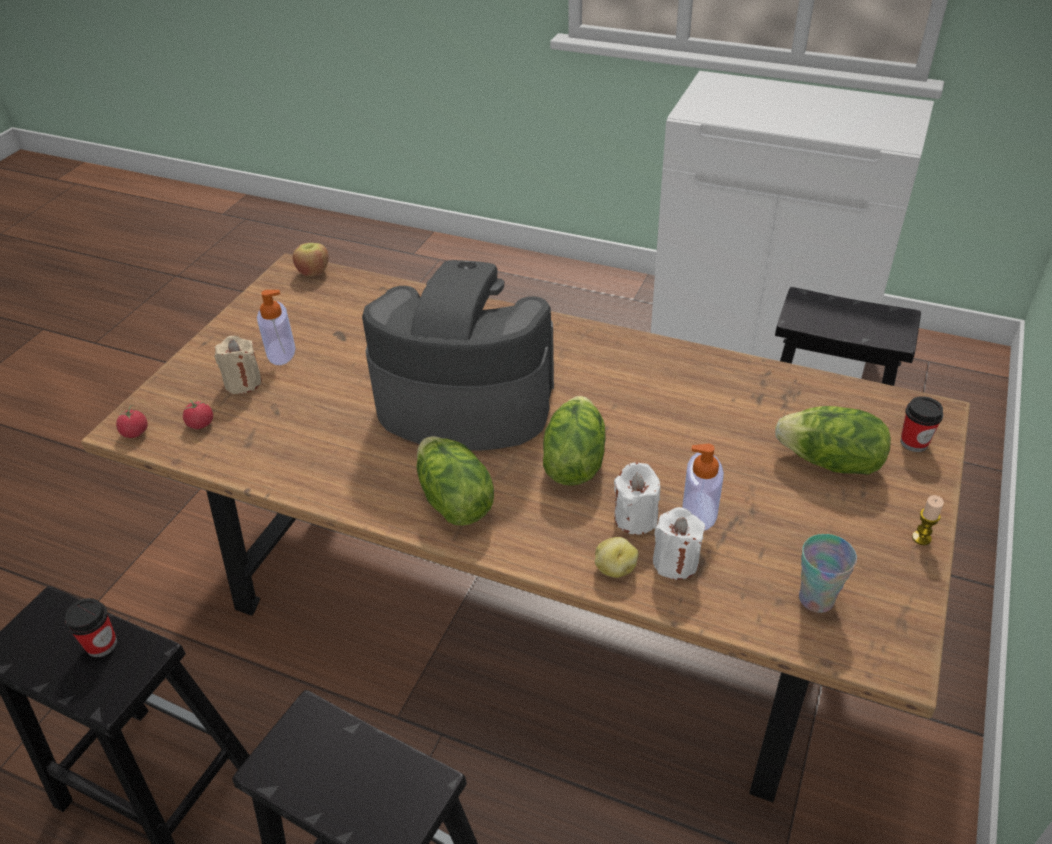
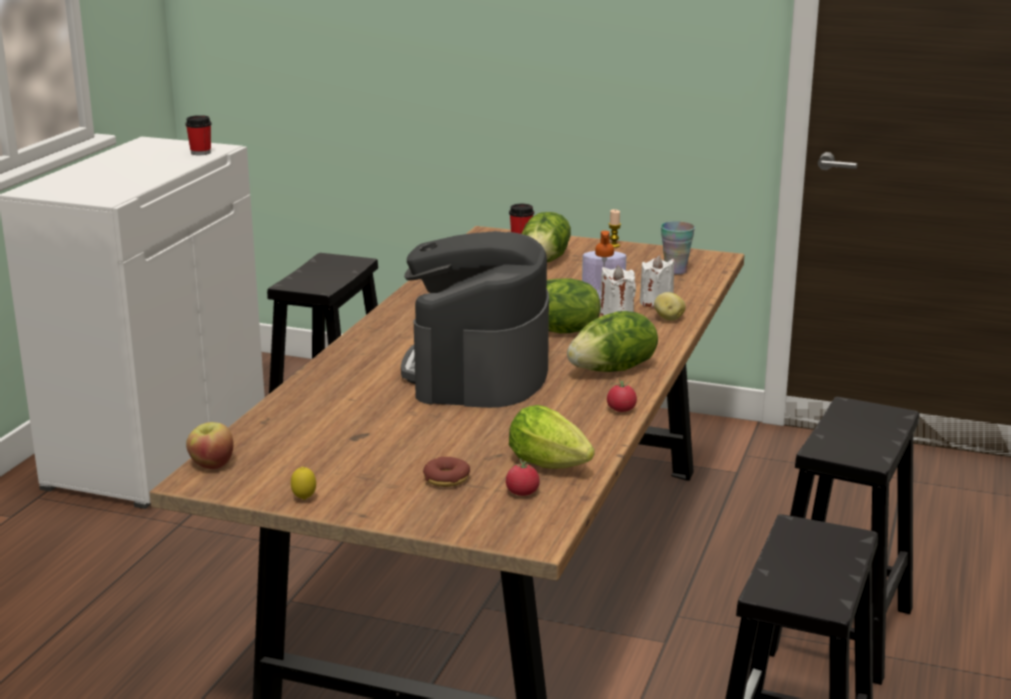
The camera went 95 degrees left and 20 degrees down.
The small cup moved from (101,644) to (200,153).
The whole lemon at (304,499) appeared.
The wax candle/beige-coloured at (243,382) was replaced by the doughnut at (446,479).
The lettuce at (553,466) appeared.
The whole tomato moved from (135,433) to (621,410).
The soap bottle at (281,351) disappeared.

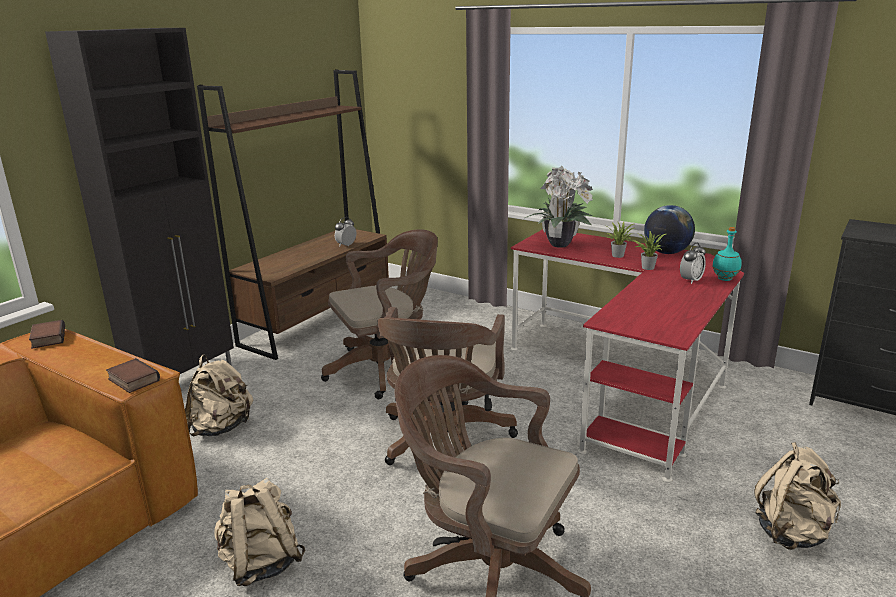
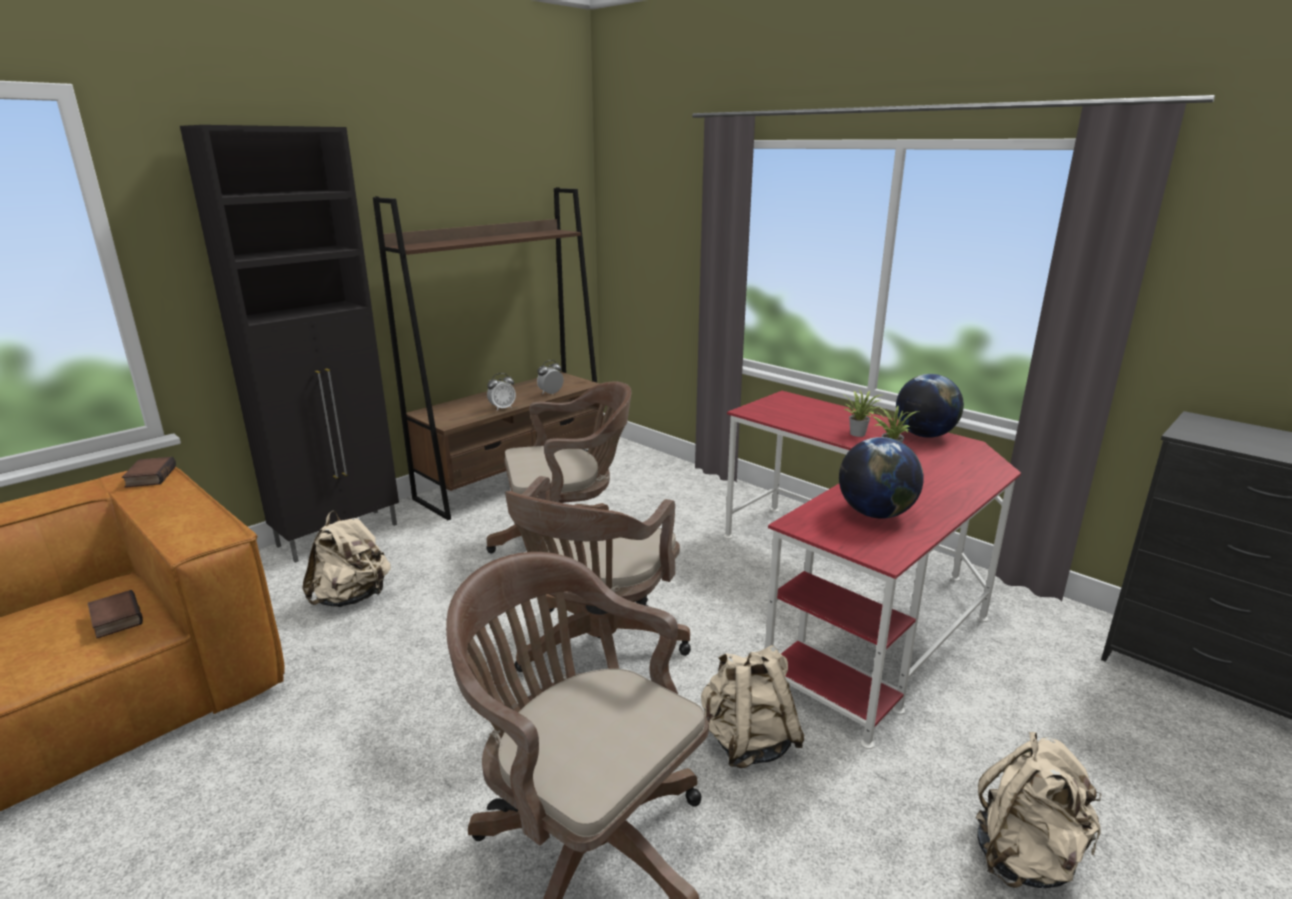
The camera went 10 degrees right and 0 degrees up.
The bound book moved from (132,380) to (114,619).
The table clock moved from (691,280) to (502,408).
The knapsack/beige-coloured moved from (261,563) to (748,742).
The desk globe at (875,514) appeared.
The plant in a pot at (559,244) disappeared.
The drink bottle/turquoise at (724,279) disappeared.

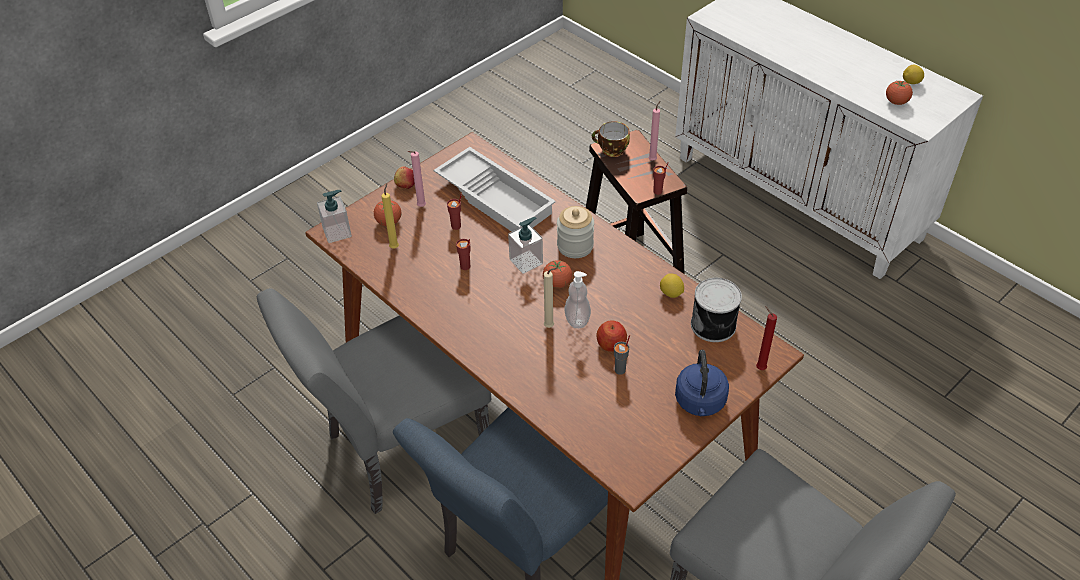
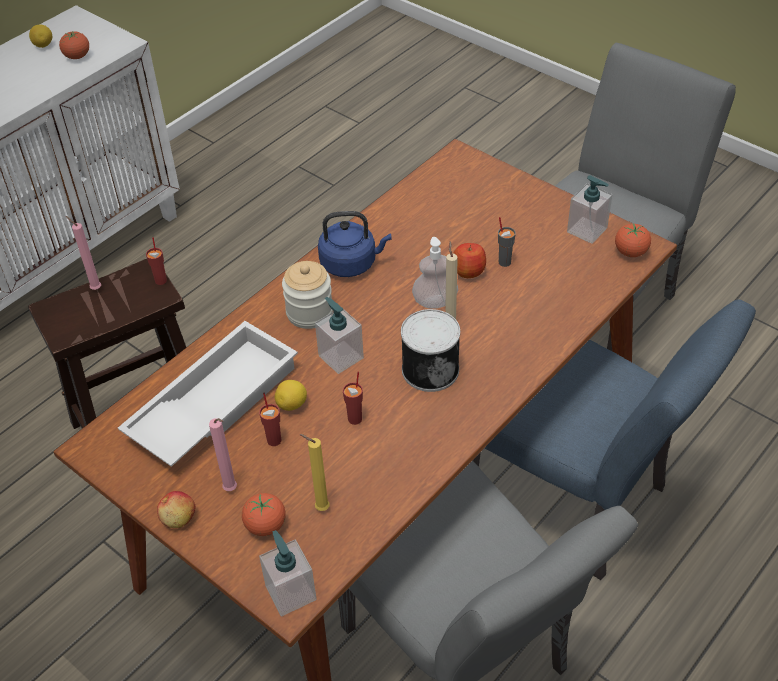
The camera went 95 degrees left and 0 degrees up.
The whole lemon moved from (671,293) to (292,405).
The water kettle/bluish moved from (700,403) to (351,263).
The can moved from (714,325) to (430,368).
The soap bottle at (587,230) appeared.
The whole tomato moved from (557,283) to (630,252).
The small cup at (611,150) disappeared.
The wax candle/reddish at (759,367) disappeared.

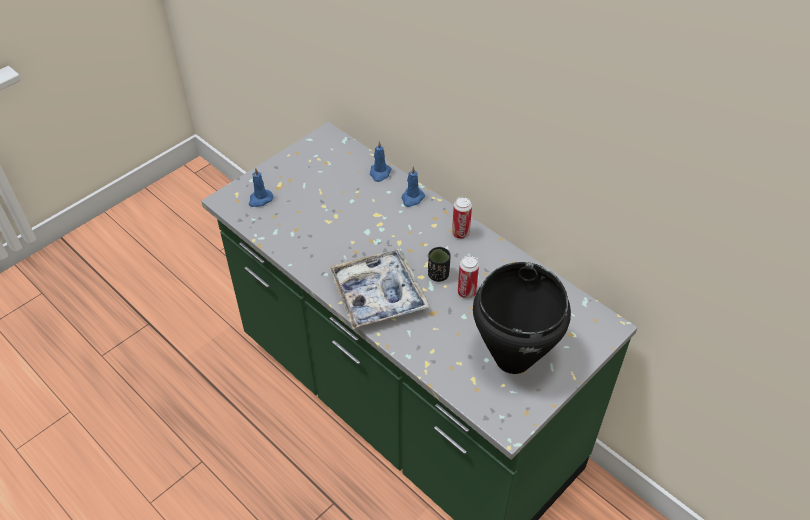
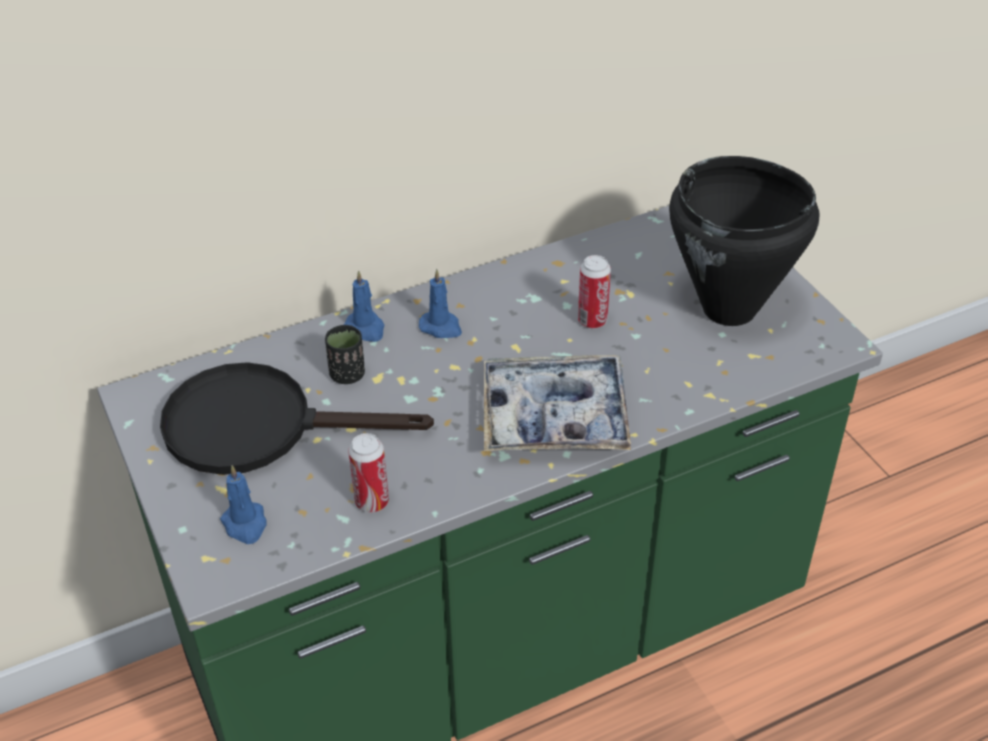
The camera went 70 degrees left and 5 degrees down.
The frying pan/blackish at (260,426) appeared.
The small cup/blackish moved from (438,275) to (347,375).
The can moved from (460,233) to (372,502).
The wax candle/bluish moved from (379,173) to (441,327).

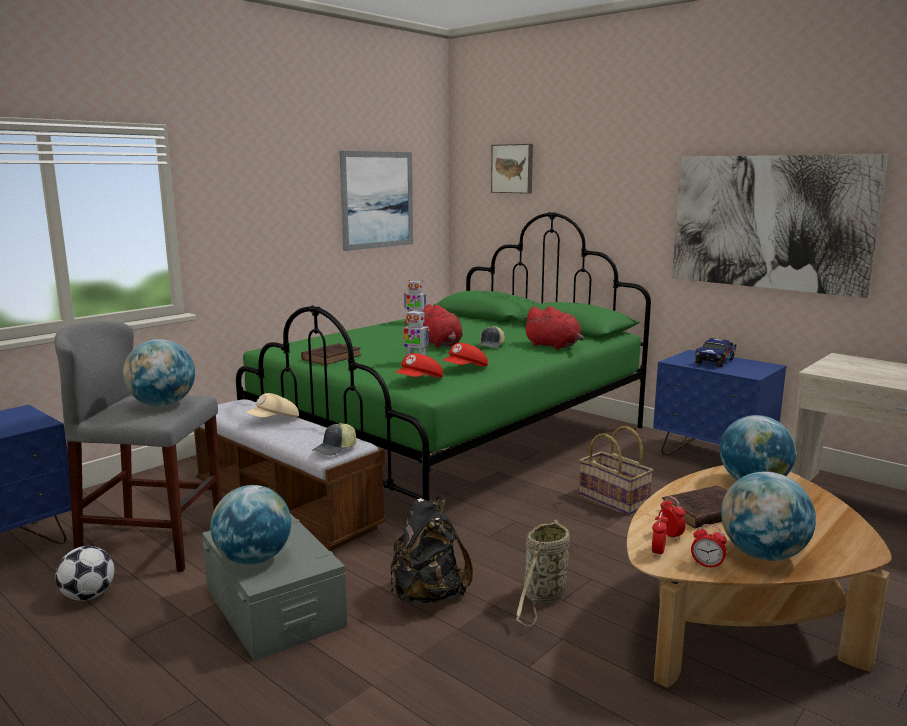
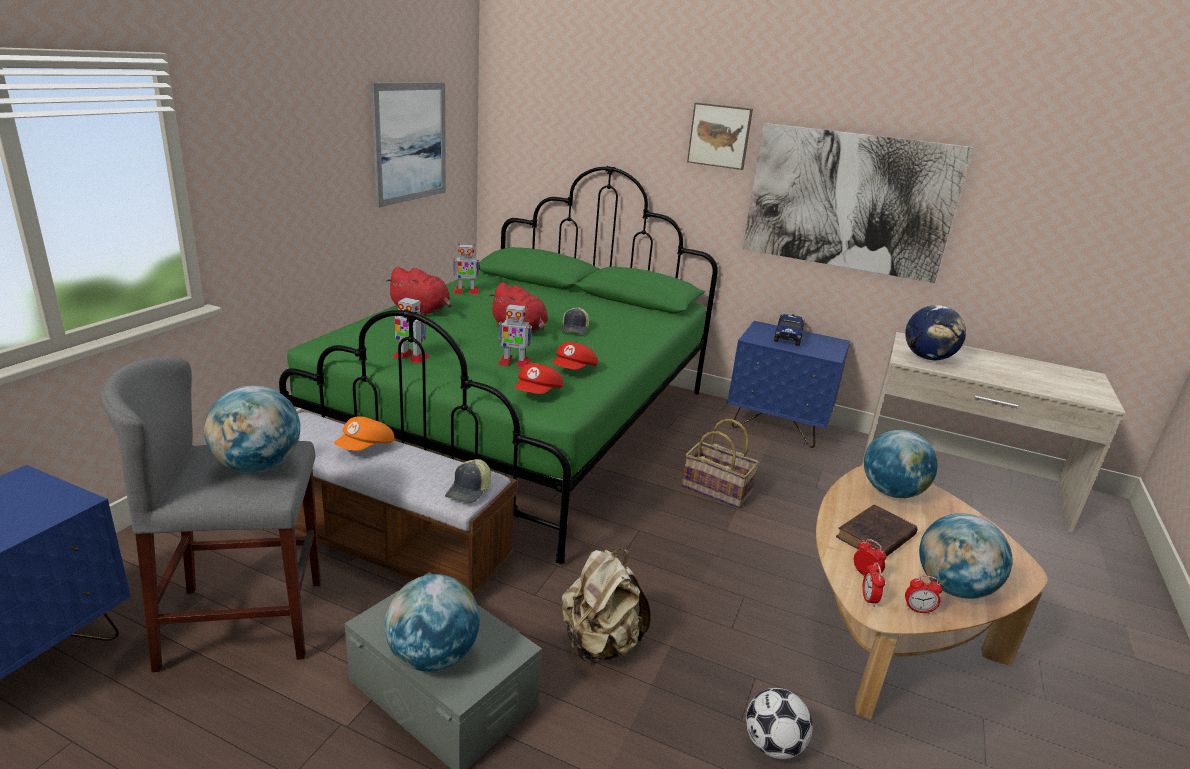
The camera went 20 degrees left and 10 degrees up.
The baseball cap/beige-coloured at (274,420) became the baseball cap/orange at (366,448).
The cuddly toy/reddish moved from (554,346) to (421,310).
The bound book/brownish at (332,357) was replaced by the toy robot at (410,357).
The knapsack/blackish at (428,594) became the knapsack/beige-coloured at (600,644).
The wall art moved from (513,168) to (720,136).
The football moved from (88,596) to (773,745).
The desk globe at (928,358) appeared.
The storage basket at (543,597) disappeared.

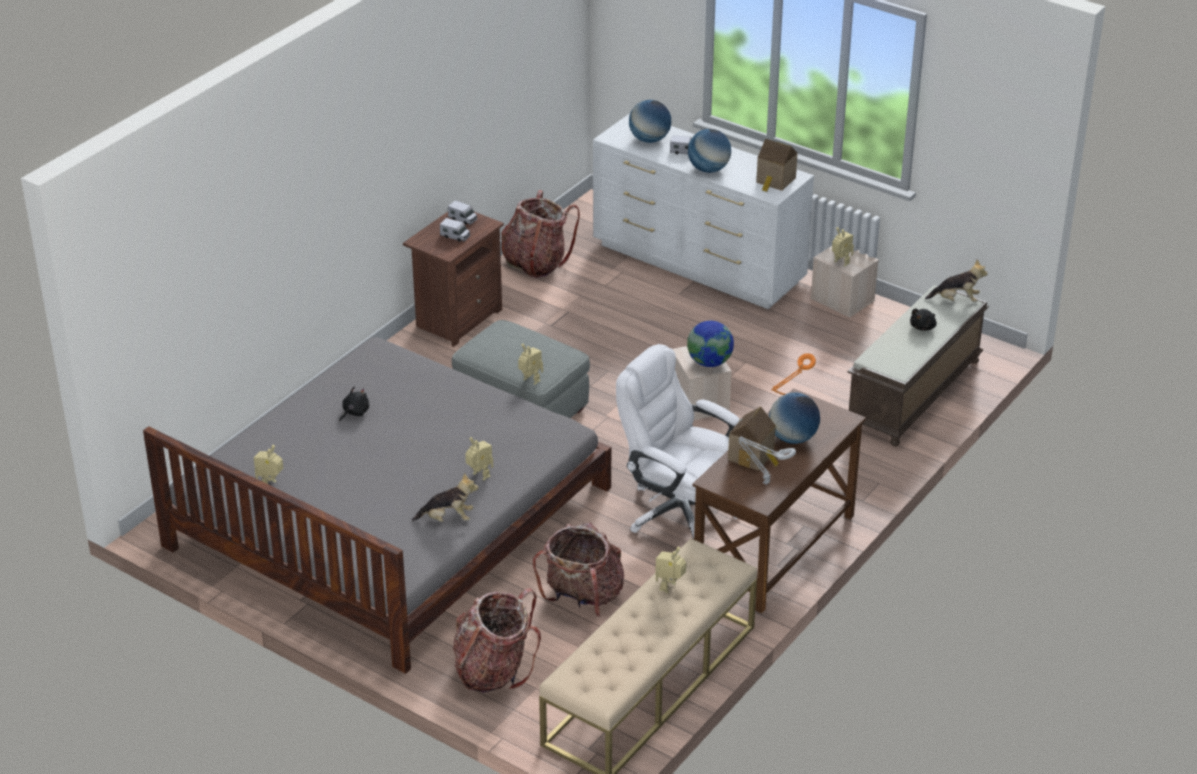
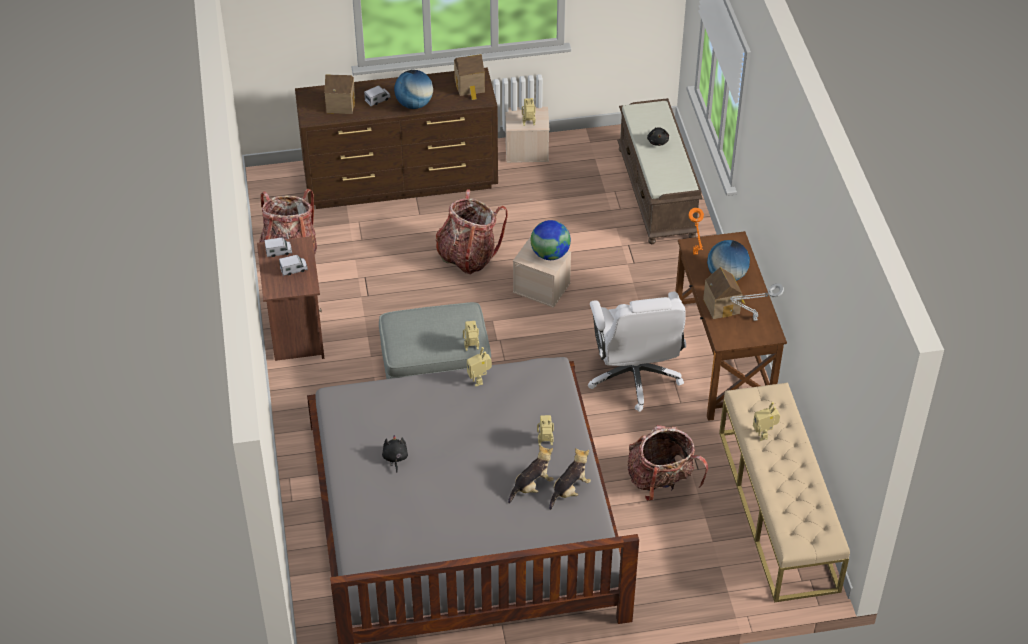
The camera went 45 degrees left and 10 degrees up.
The drawer chest/whitish at (699,264) became the drawer chest/brownish at (402,182).
The desk globe at (649,139) was replaced by the miniature house at (340,104).
The knapsack moved from (494,670) to (468,256).
The toy robot moved from (271,485) to (479,380).
The cuddly toy moved from (956,300) to (532,486).
The computer chair/whitish at (679,511) turned 90 degrees counterclockwise.

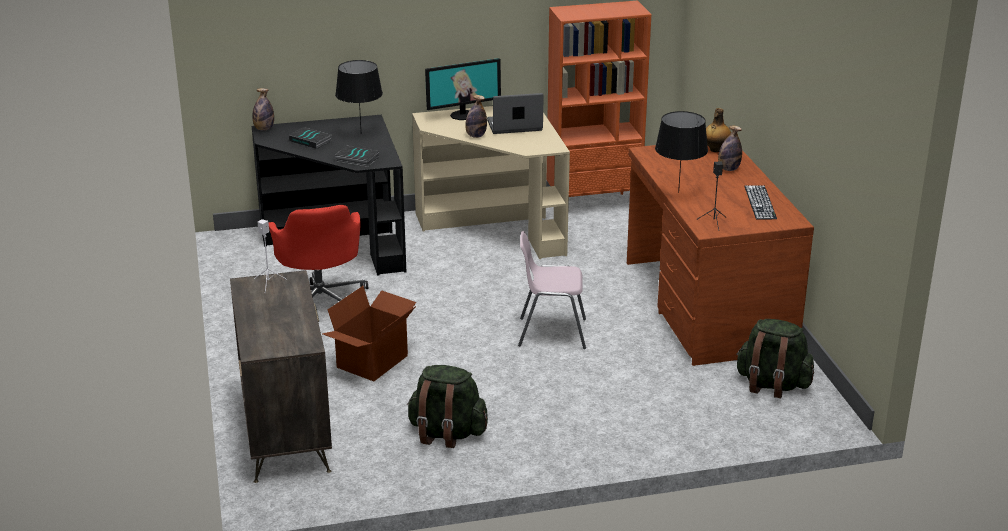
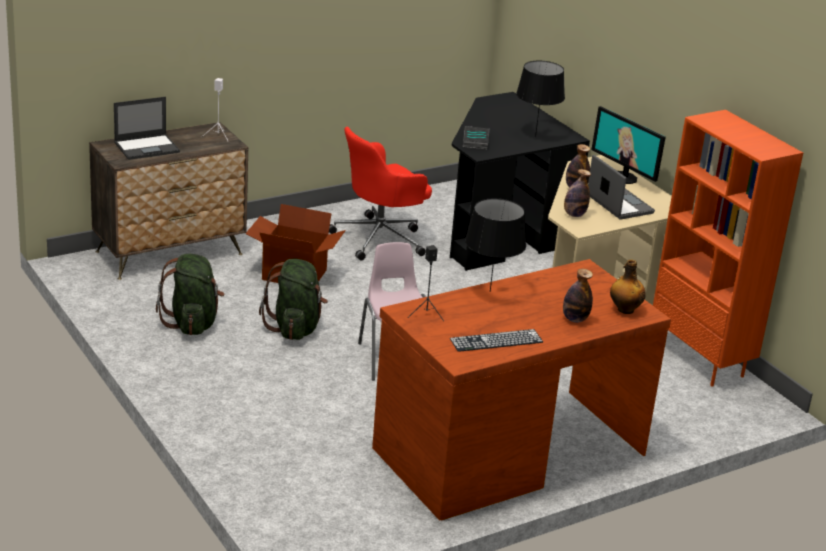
The camera went 70 degrees right and 0 degrees up.
The portable computer at (147,147) appeared.
The knapsack/green moved from (772,385) to (295,328).
The drink bottle moved from (264,129) to (574,215).
The bound book at (311,141) disappeared.

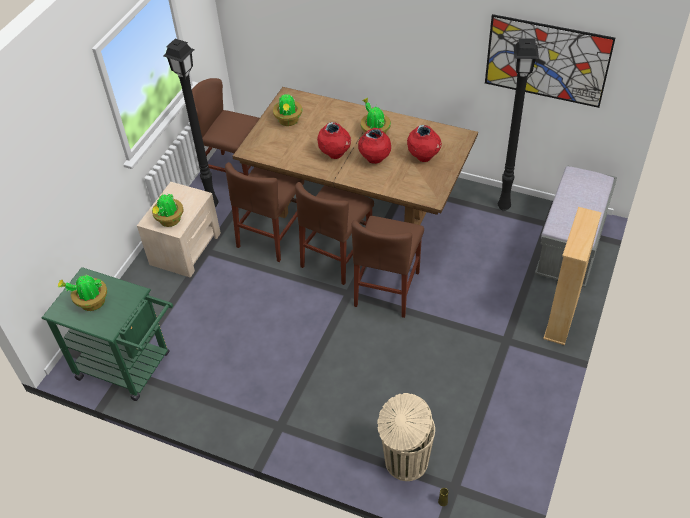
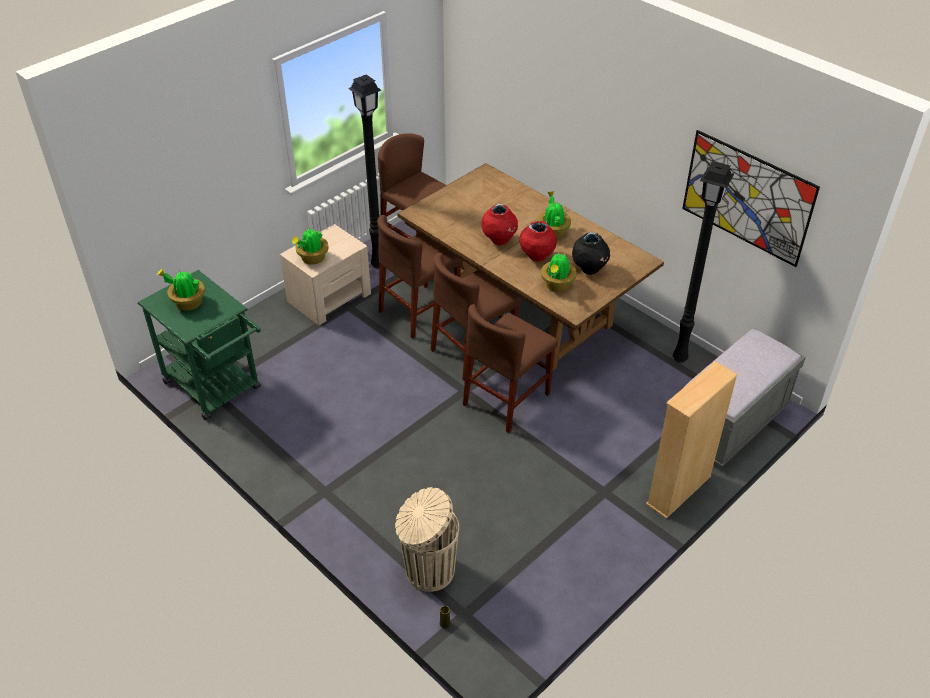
The camera went 20 degrees right and 5 degrees down.
The plant in a pot moved from (288,121) to (557,286).
The flower vase/reddish at (423,157) became the flower vase/blackish at (589,269).

